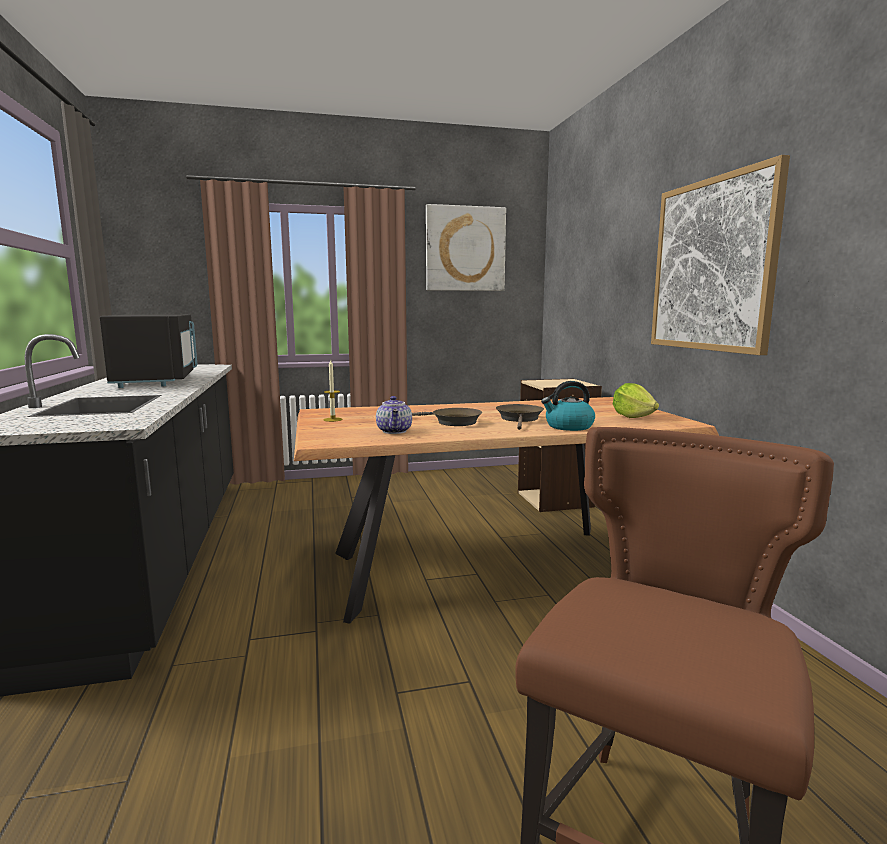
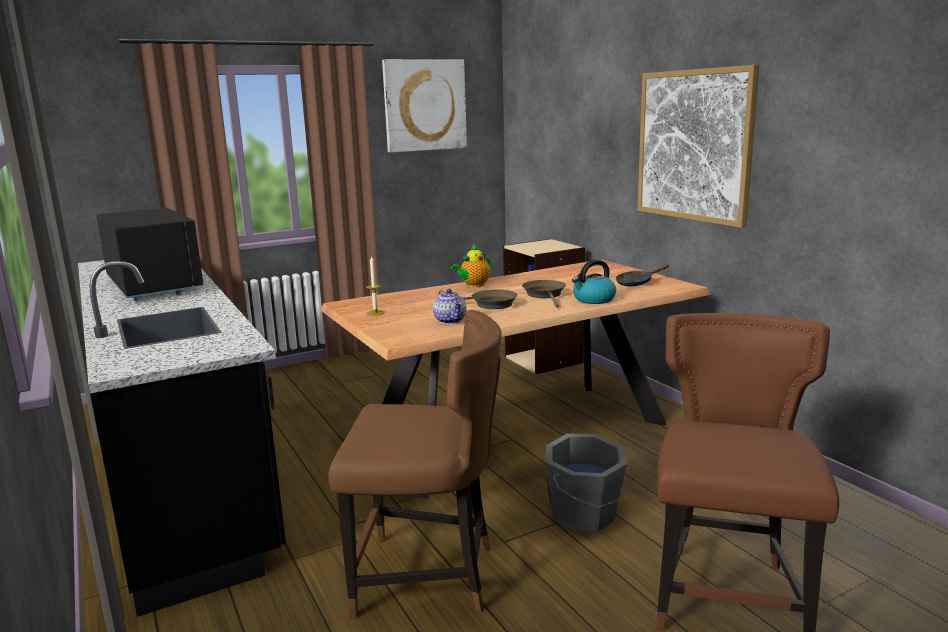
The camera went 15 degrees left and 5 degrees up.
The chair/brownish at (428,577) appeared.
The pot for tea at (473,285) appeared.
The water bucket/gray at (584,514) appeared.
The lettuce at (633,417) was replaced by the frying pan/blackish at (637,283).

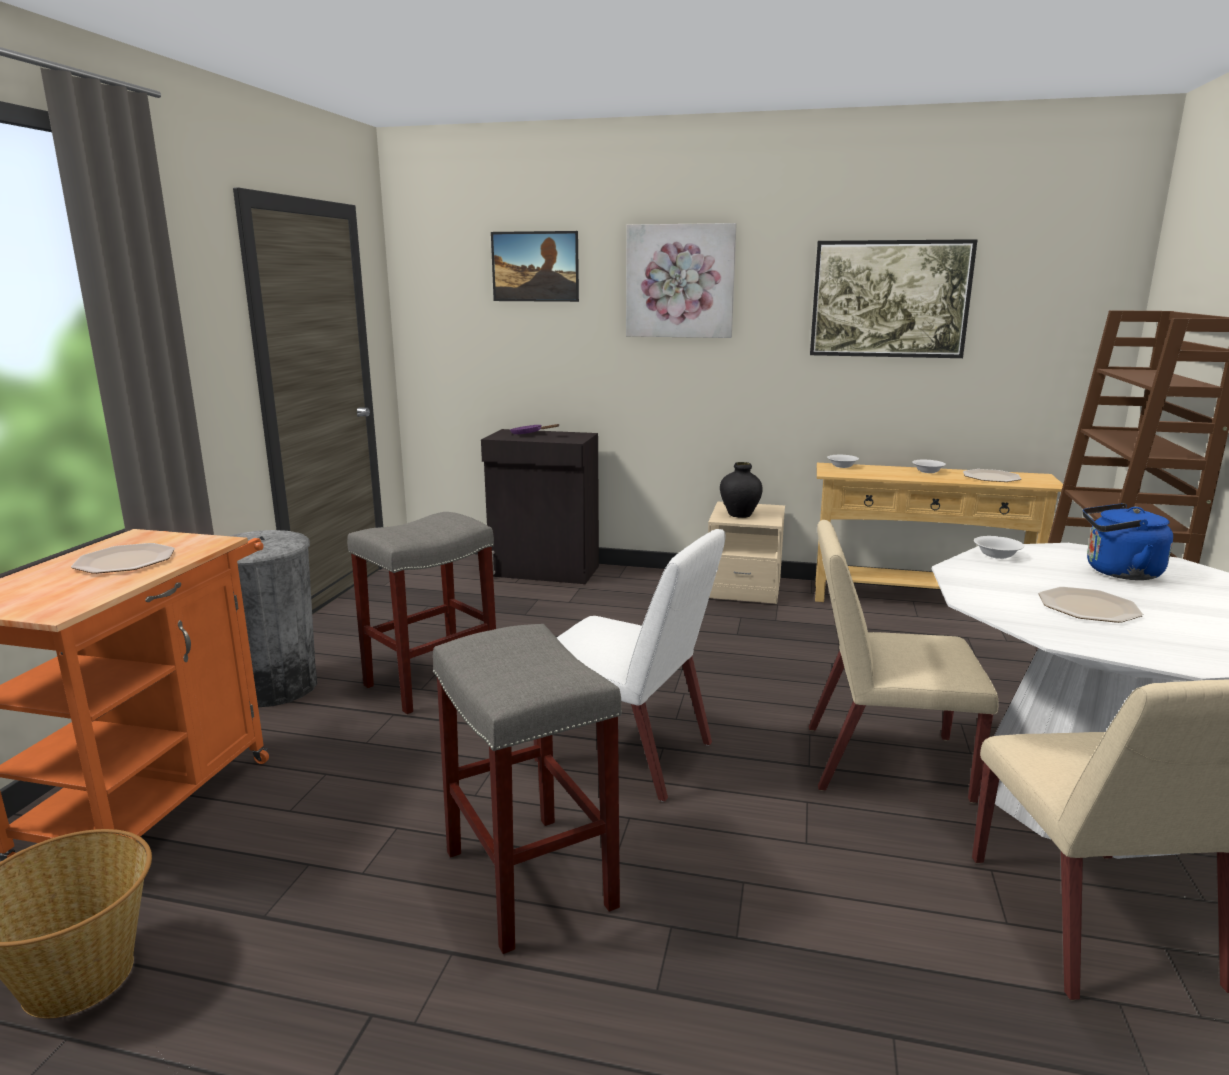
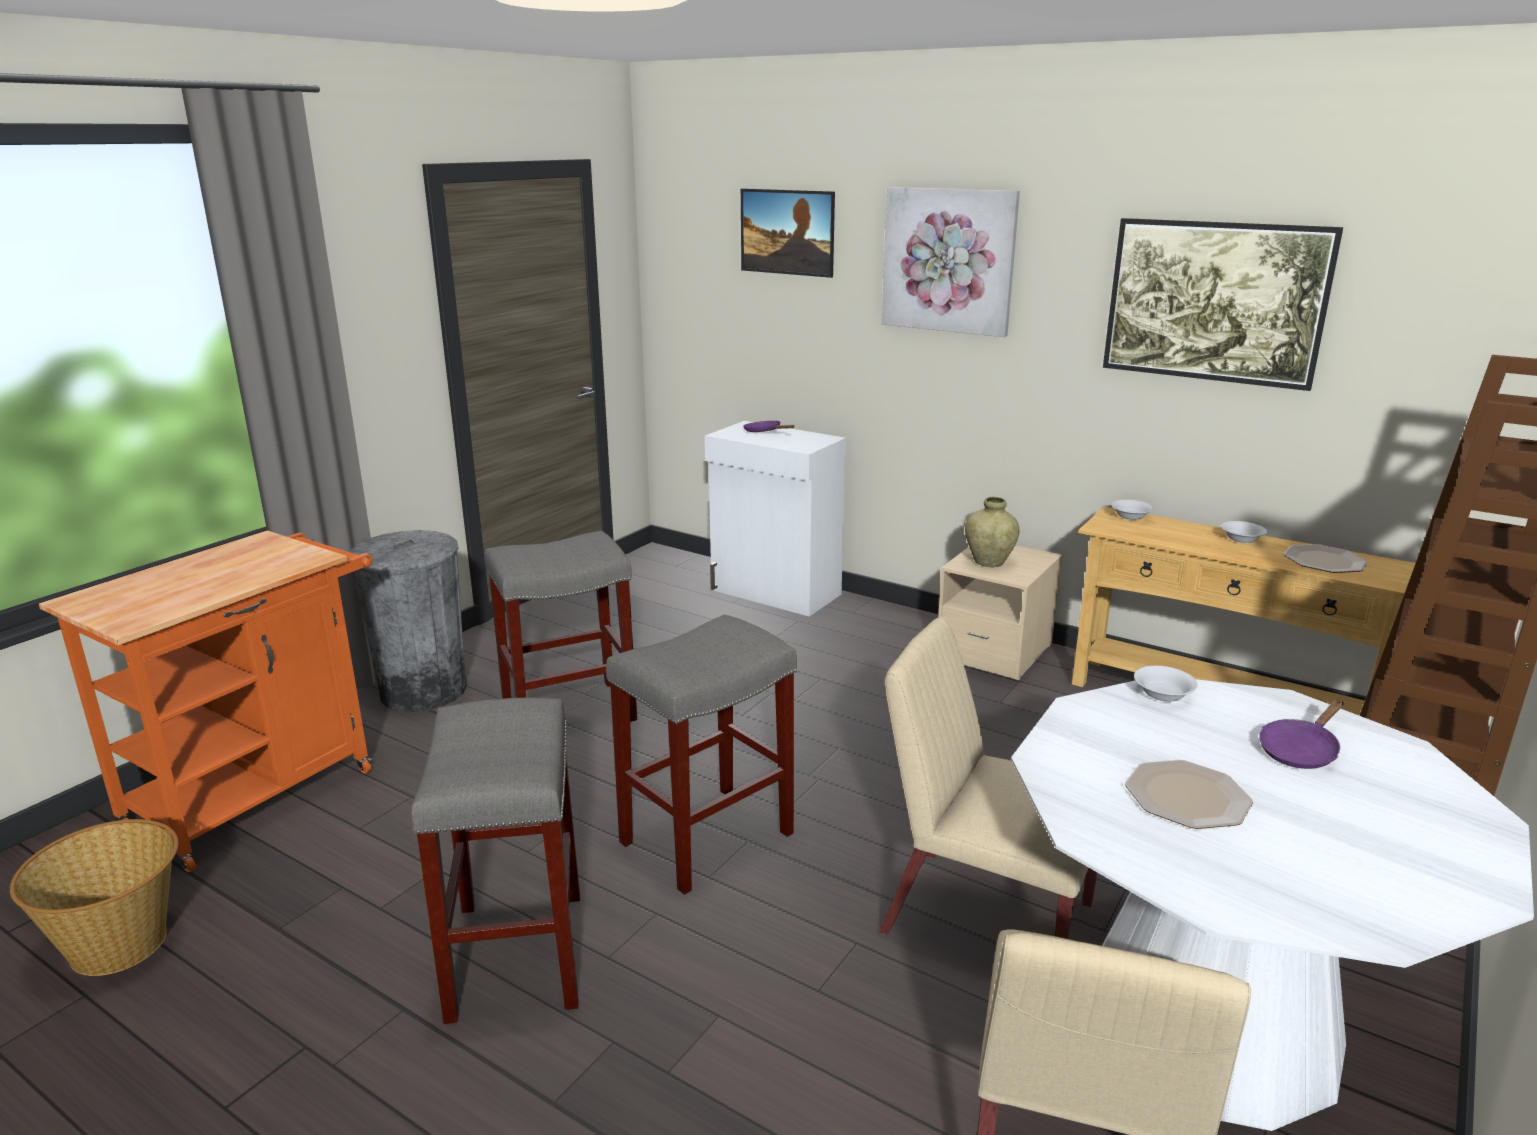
The camera went 20 degrees right and 5 degrees up.
The chair/whitish at (627,753) was replaced by the stool seat/gray at (705,839).
The cupboard/blackish at (545,572) became the cupboard/whitish at (775,593).
The flower vase/blackish at (739,515) became the flower vase/beige-coloured at (989,562).
The water kettle/bluish at (1118,572) was replaced by the frying pan/purple-coloured at (1300,750).
The dinner plate at (125,561) disappeared.

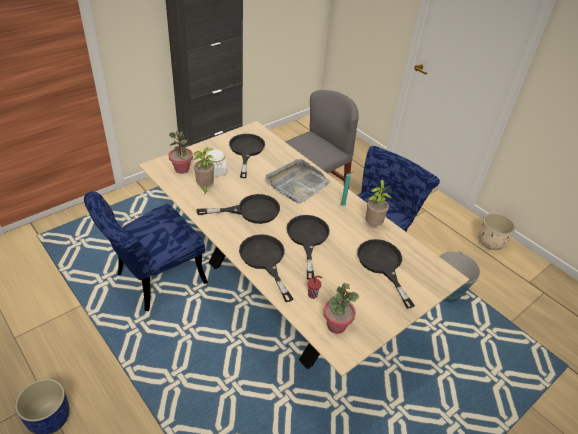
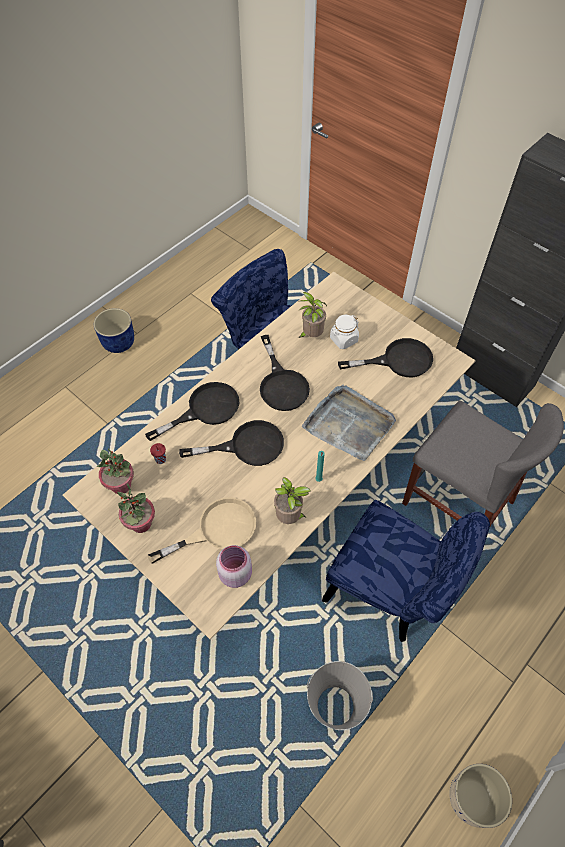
The camera went 85 degrees right and 15 degrees up.
The plant in a pot moved from (182,169) to (141,523).
The frying pan/blackish at (382,265) became the frying pan/beige-coloured at (217,530).
The jar/pink-coloured at (235,573) appeared.

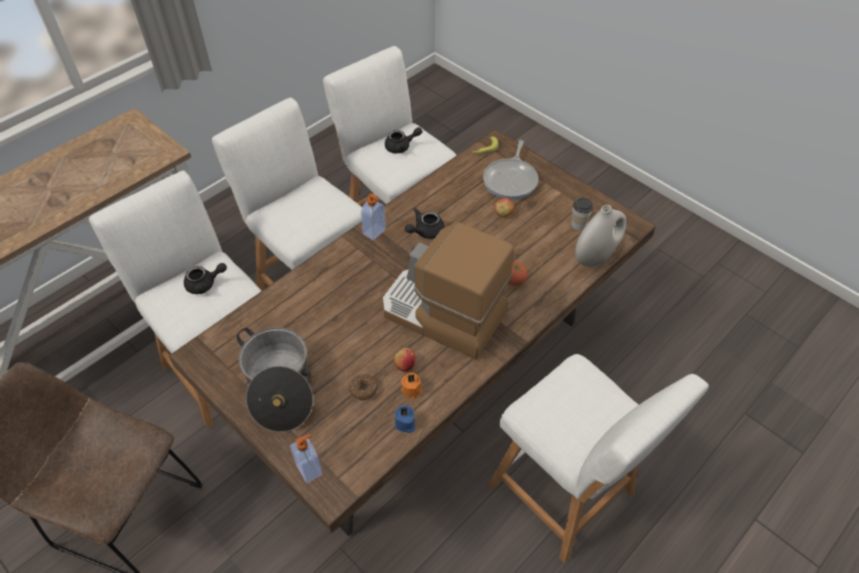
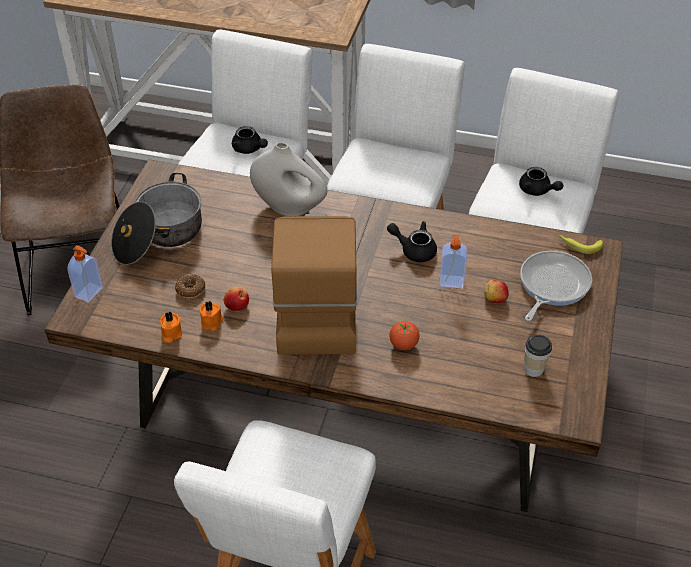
The camera went 60 degrees right and 5 degrees down.
The wax candle/bluish at (405,424) became the wax candle/orange at (171,334).
The flower vase/whitish moved from (595,256) to (289,208).
The soap bottle moved from (375,232) to (451,282).
The frying pan at (511,180) turned 135 degrees clockwise.

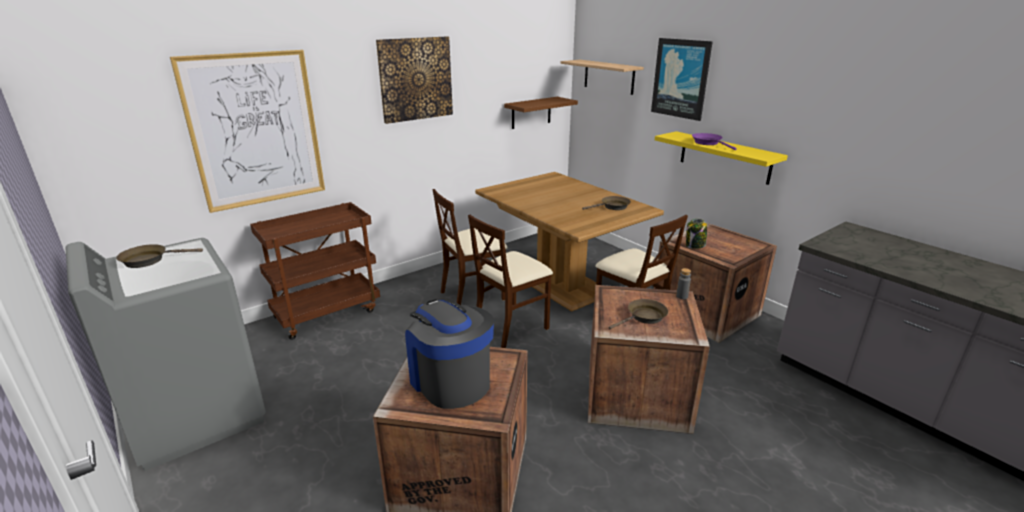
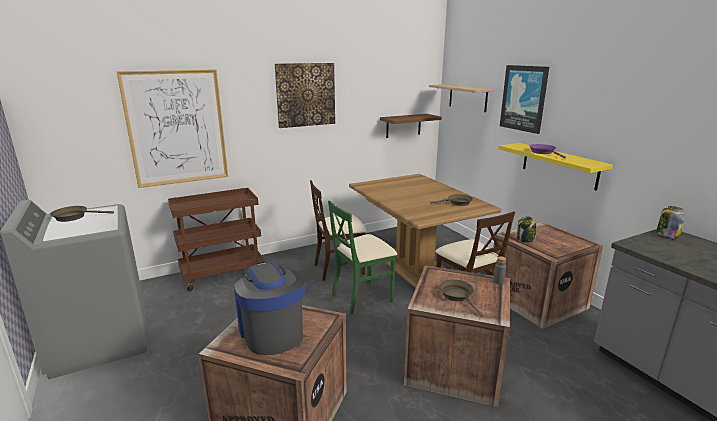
The camera went 10 degrees right and 5 degrees down.
The chair/beige-coloured at (511,327) became the chair/green at (362,297).
The frying pan/brownish at (644,317) turned 90 degrees counterclockwise.
The jar at (667,235) appeared.

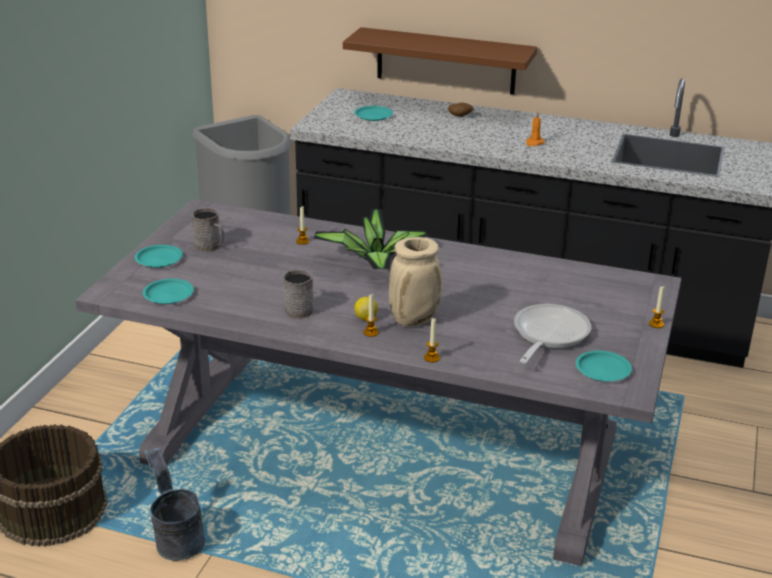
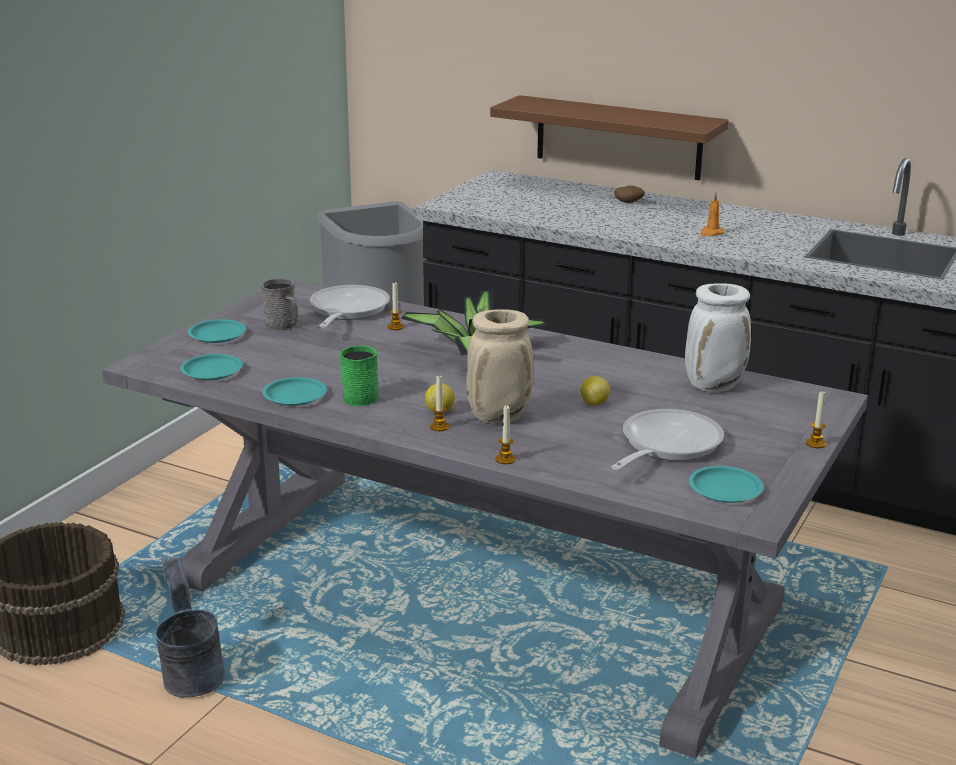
The camera went 10 degrees right and 5 degrees down.
The dinner plate/turquoise moved from (373,116) to (295,395).
The frying pan at (346,311) appeared.
The coffee mug/gray at (298,309) became the coffee mug/green at (360,395).
The whole lemon at (594,403) appeared.
The flower vase/whitish at (714,386) appeared.

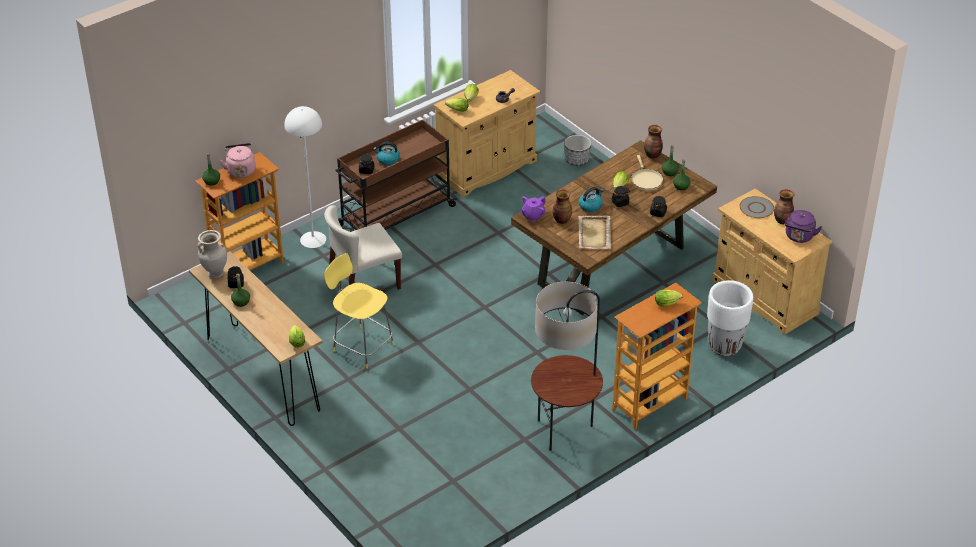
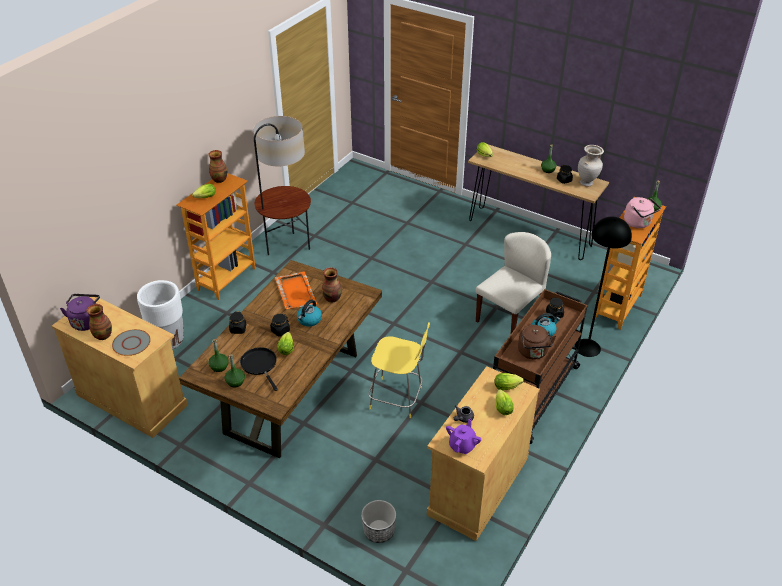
The camera went 160 degrees right and 0 degrees up.
The flower vase moved from (652,155) to (219,179).
The frying pan/beige-coloured at (646,180) became the frying pan/blackish at (260,365).
The tray/beige-coloured at (594,234) became the tray/orange at (295,291).
The stool seat/yellow moved from (361,346) to (398,398).
The pot for tea/purple-coloured moved from (533,215) to (462,445).
The water kettle/brownish at (533,353) appeared.
The floor lamp/whitish at (313,239) became the floor lamp/blackish at (587,347).

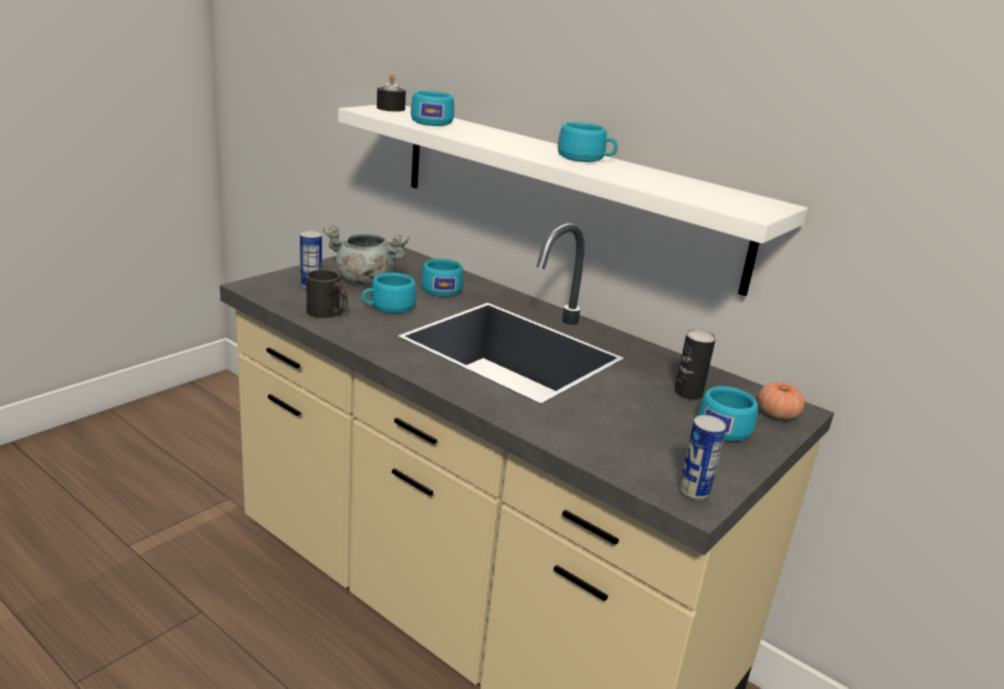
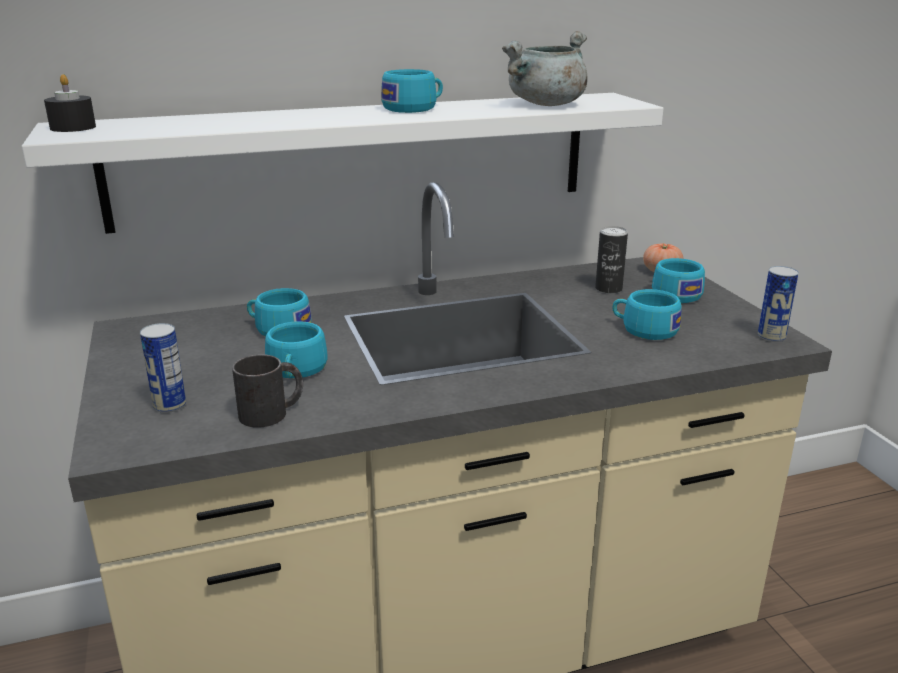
The camera went 55 degrees left and 0 degrees up.
The saucepot/gray moved from (363,280) to (546,104).
The small cup/turquoise moved from (432,121) to (643,329).

